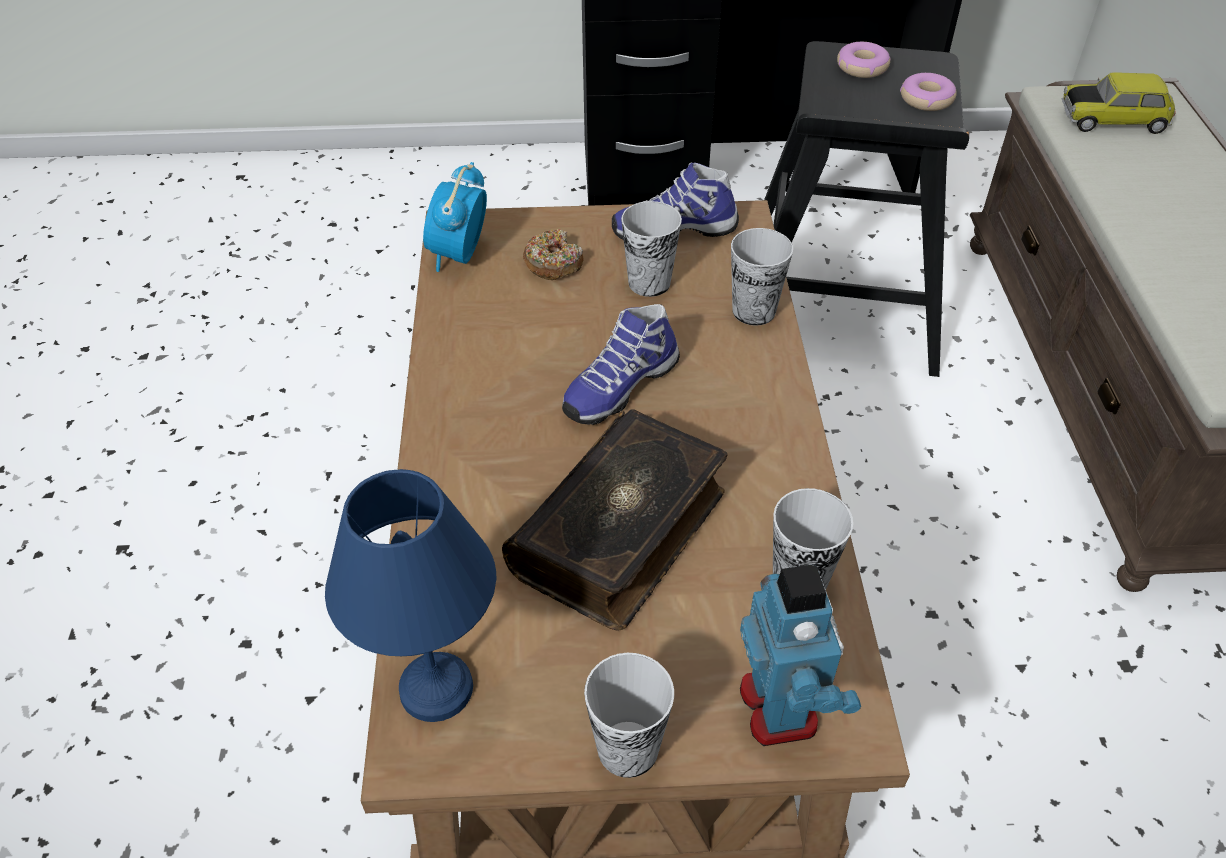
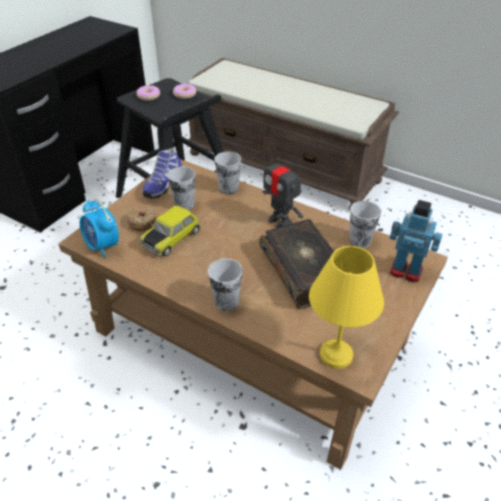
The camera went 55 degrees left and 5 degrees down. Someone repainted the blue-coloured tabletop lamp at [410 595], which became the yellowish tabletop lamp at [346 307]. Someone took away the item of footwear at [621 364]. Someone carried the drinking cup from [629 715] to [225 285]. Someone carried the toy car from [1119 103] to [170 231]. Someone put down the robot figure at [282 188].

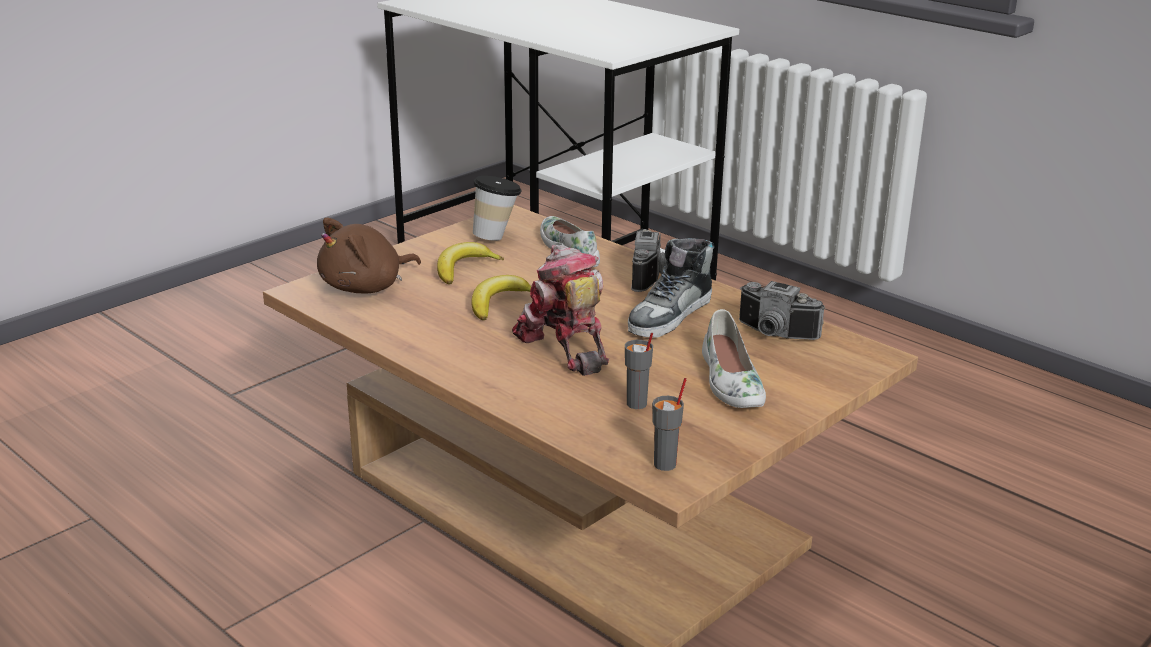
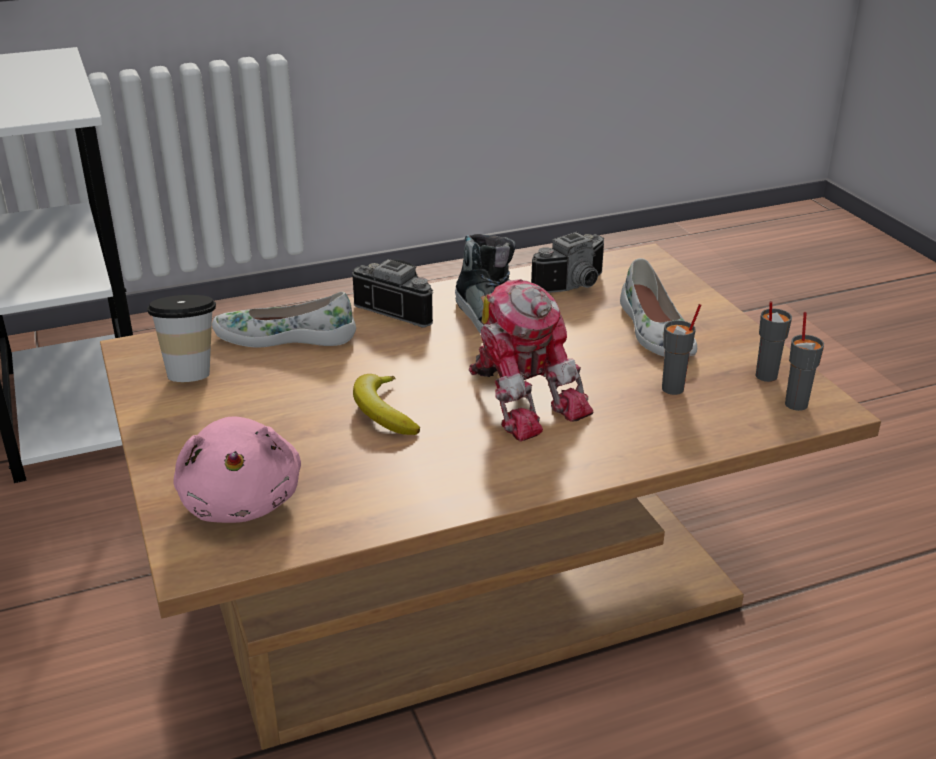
The camera went 65 degrees left and 5 degrees up. Someone repainted the brown cuddly toy at [369 255], which became the pink cuddly toy at [237 469]. Someone took away the banana fruit at [470 263]. Someone rotated the robot figure at [560 310] by 120 degrees counterclockwise. Someone rotated the white item of footwear at [734 358] by 60 degrees clockwise. Someone put down the greyish drinking cup at [774 341].

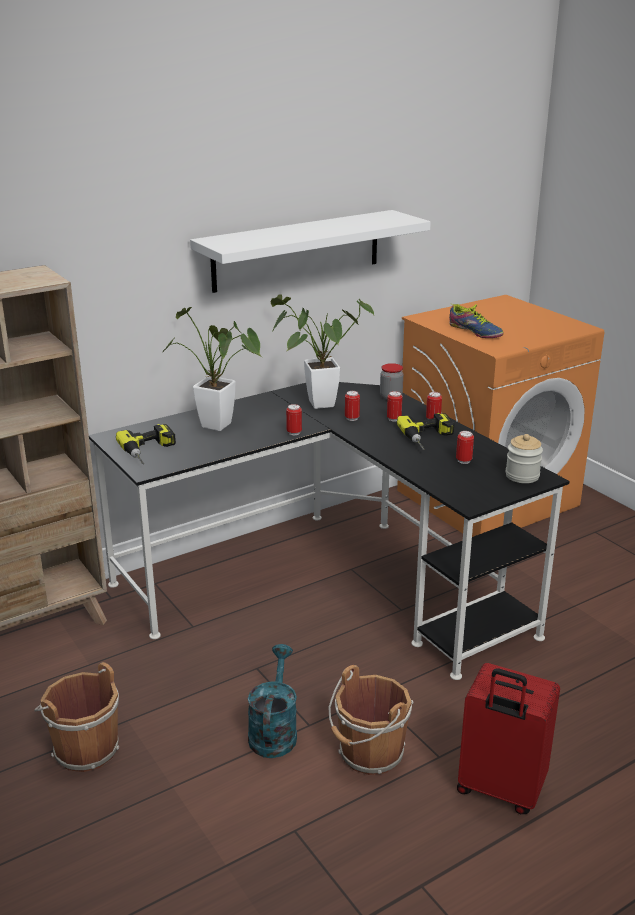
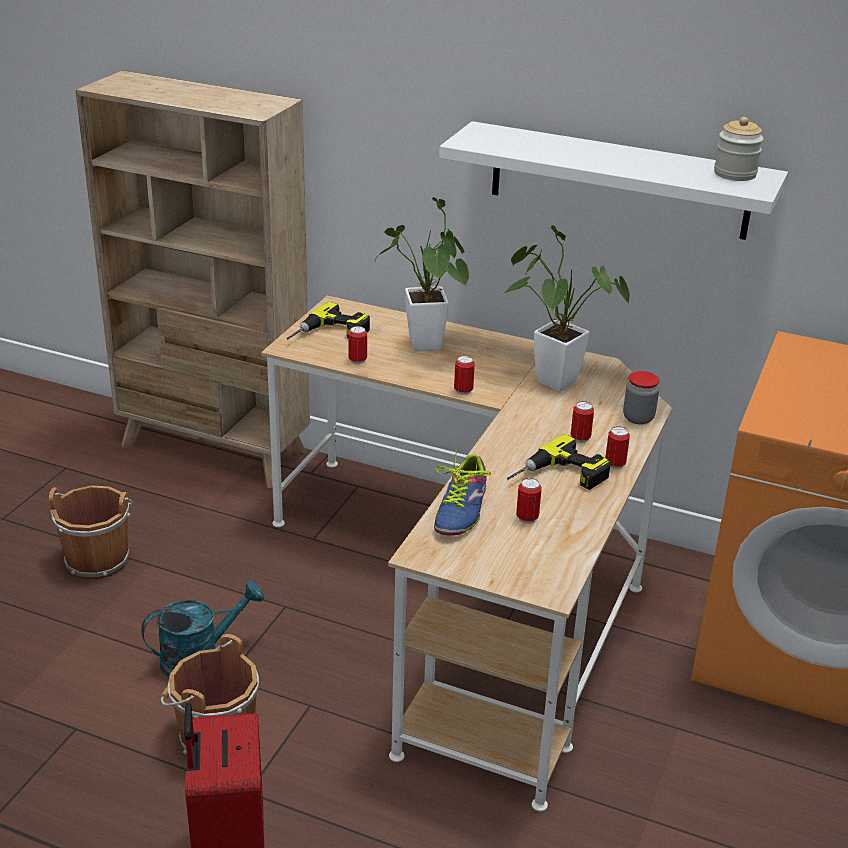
The camera went 55 degrees right and 5 degrees up. Someone repainted the black desk at [329 531], which became the beige desk at [466 554]. Someone carried the can from [352 406] to [357 345]. Someone carried the item of footwear from [476 321] to [462 493]. Someone carried the jar from [524 458] to [739 149].

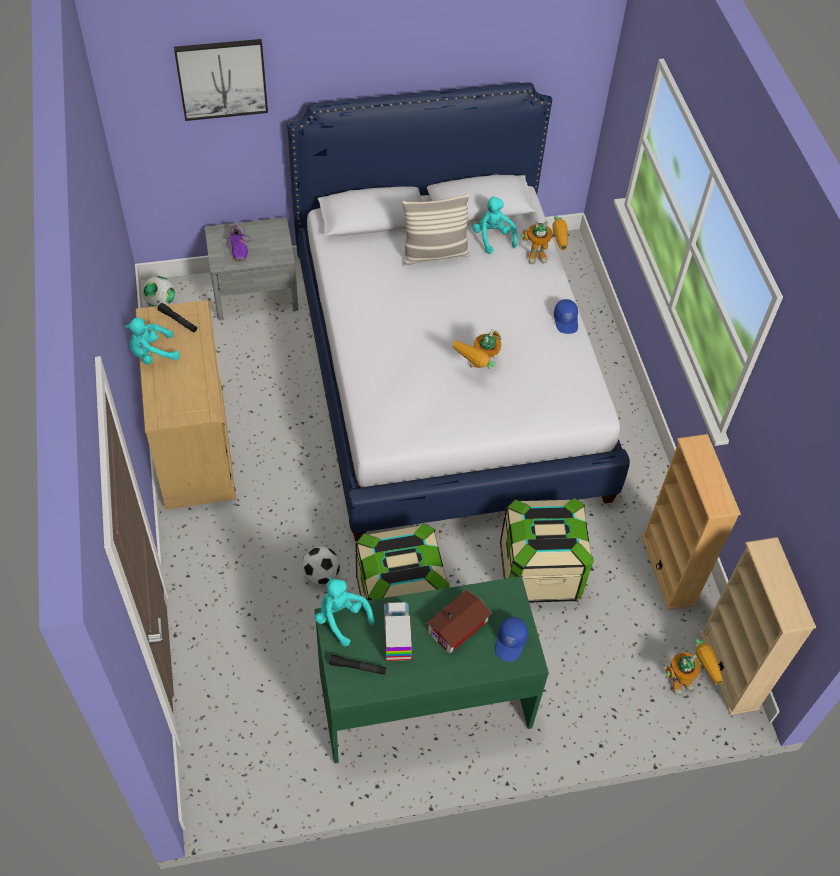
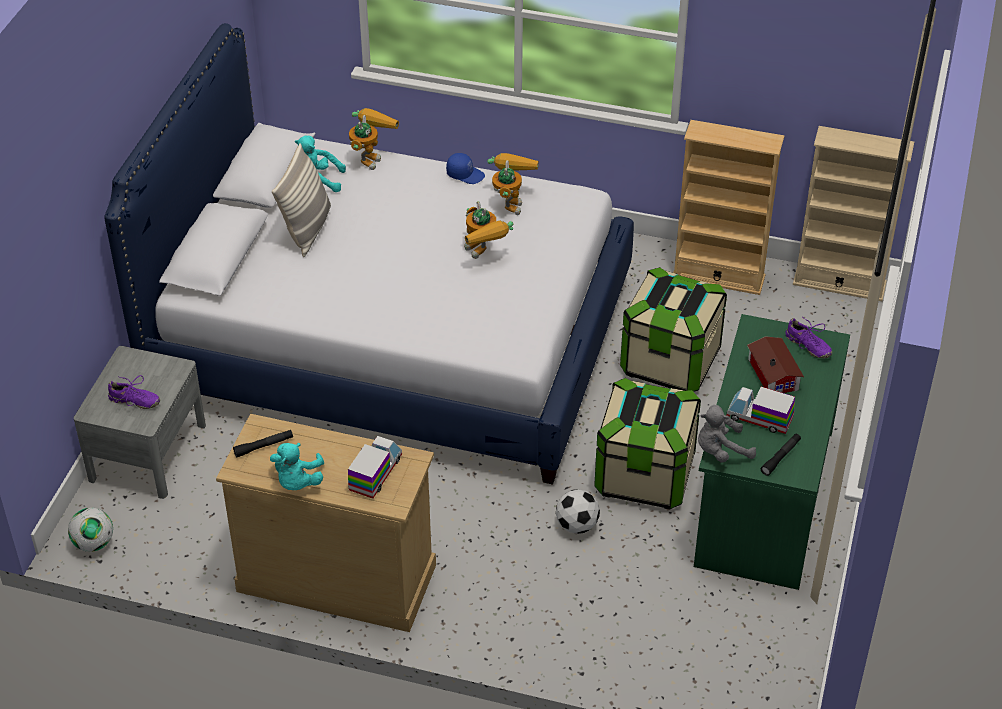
The camera went 60 degrees left and 10 degrees down. Someone took away the picture at [221 80]. Someone repainted the turquoise cuddly toy at [345 611], which became the greyish cuddly toy at [727 434]. Someone swapped the blue-coloured peaked cap at [511 639] for the purple item of footwear at [809 338]. Someone carried the robot figure from [694 667] to [513 184]. Someone put down the toy lorry at [375 467].

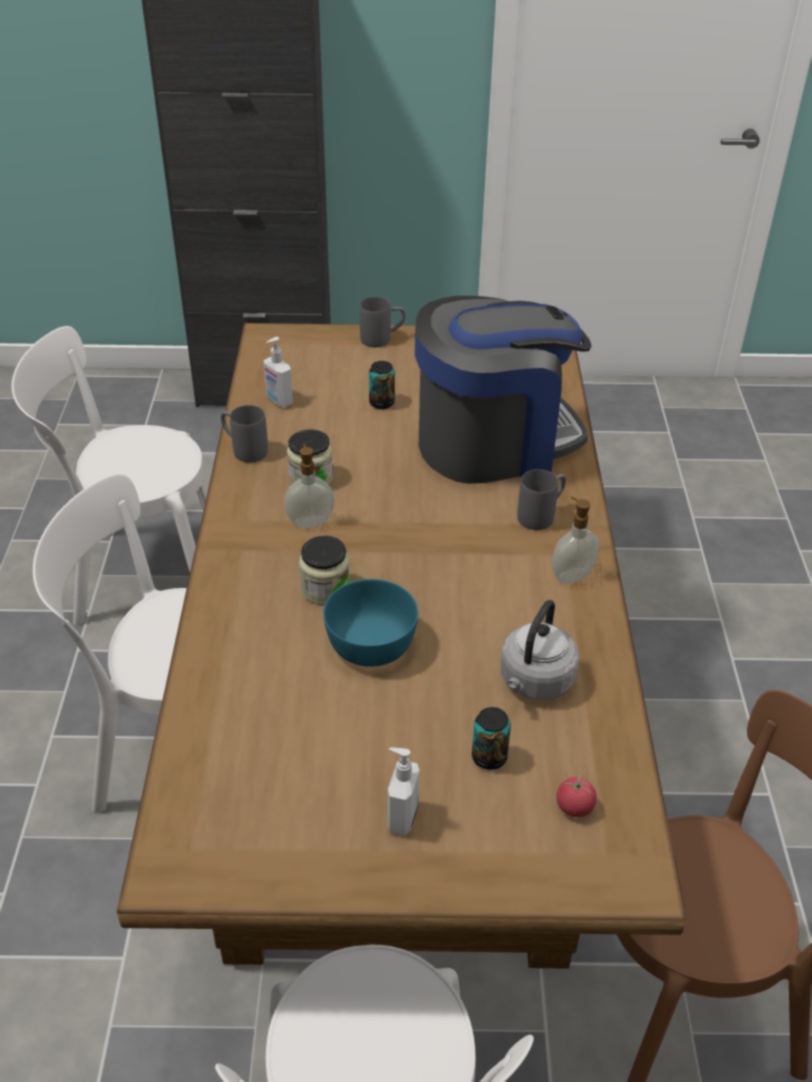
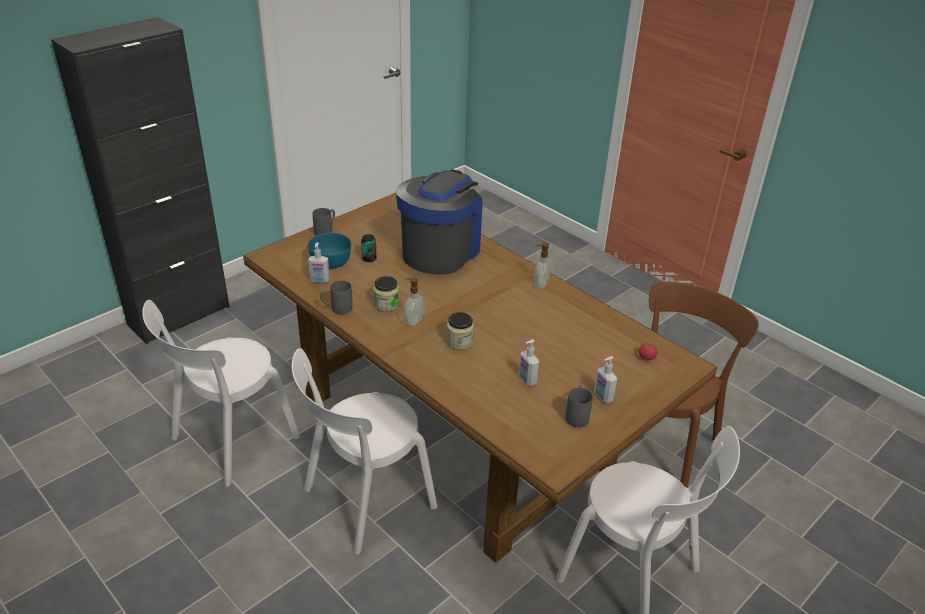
The camera went 45 degrees left and 5 degrees down. Someone carried the turquoise deep dish from [370 623] to [329 251]. Someone took away the can at [491 738]. Someone took away the greyish tea kettle at [539 650]. Someone carried the greyish mug from [541 499] to [579 406]. Someone put down the soap dispenser at [529 363].

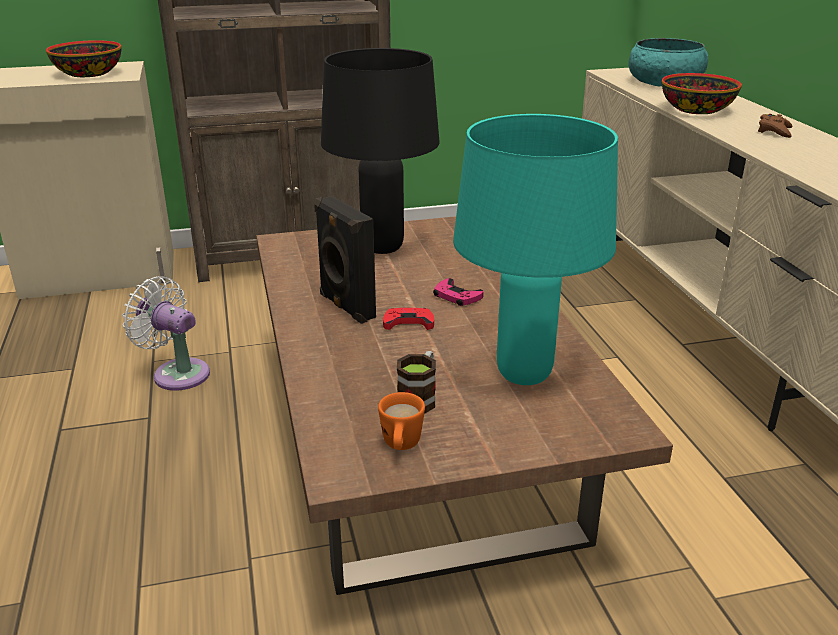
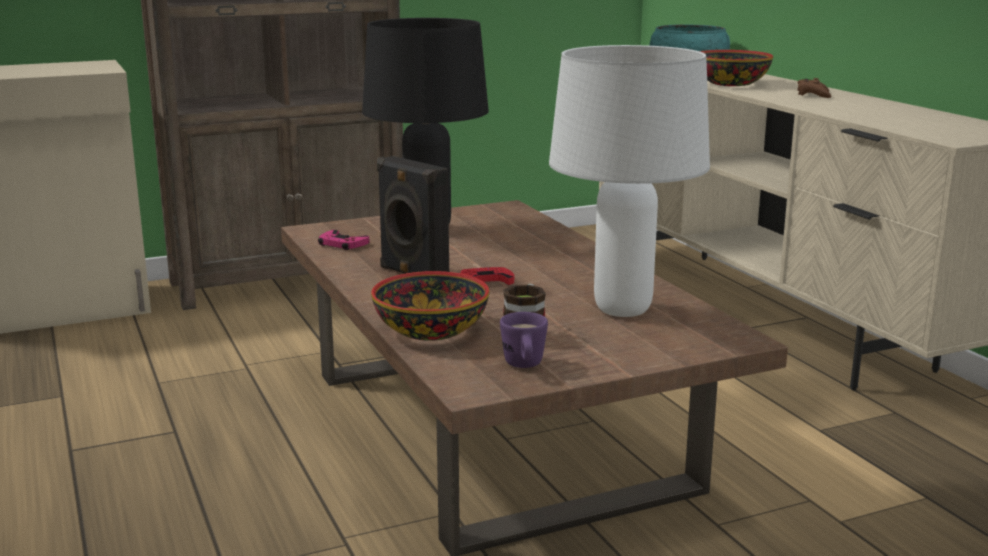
The camera went 10 degrees left and 10 degrees down. Someone carried the deep dish from [84 58] to [430 306]. Someone took away the white electric fan at [166 333]. Someone repainted the orangey mug at [401 421], which became the purple mug at [524 340]. Someone carried the pink joypad from [458 292] to [344 240]. Someone repainted the turquoise tabletop lamp at [535 249], which became the white tabletop lamp at [629 181].

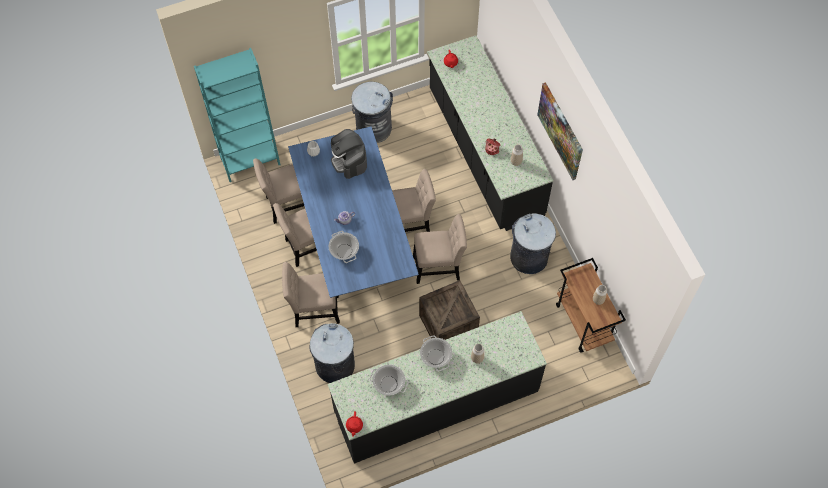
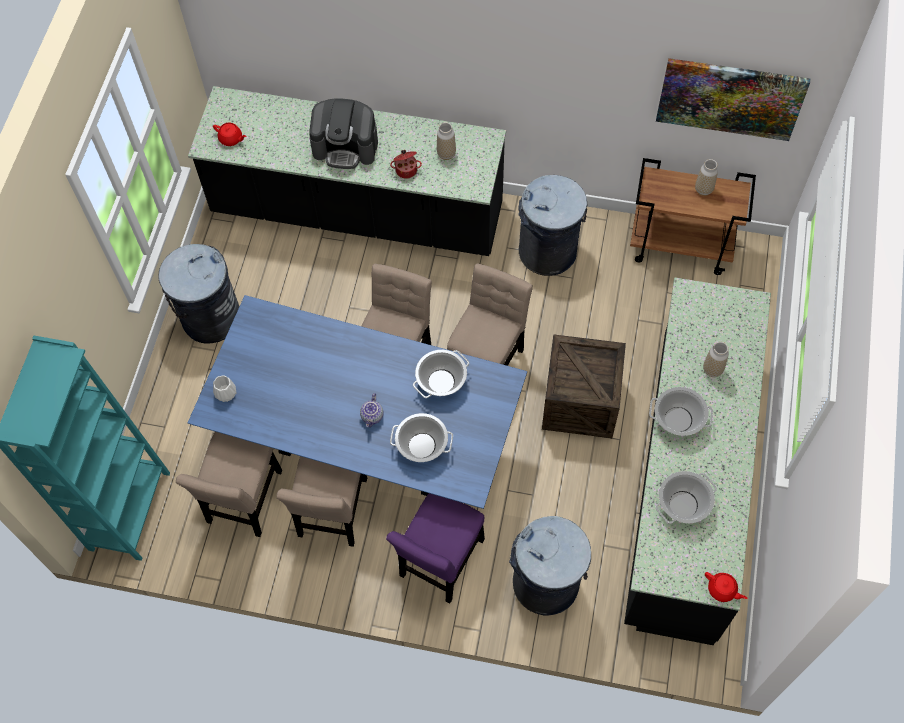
The camera went 55 degrees left and 0 degrees up. Someone repainted the beige plain chair at [311 294], which became the purple plain chair at [435 548]. Someone carried the coffee brewer from [349 154] to [343 133]. Someone carried the picture from [560 131] to [733 99]. Someone put down the saucepot at [441 374].

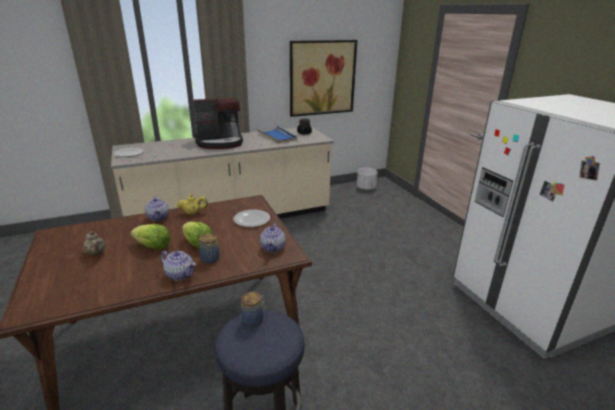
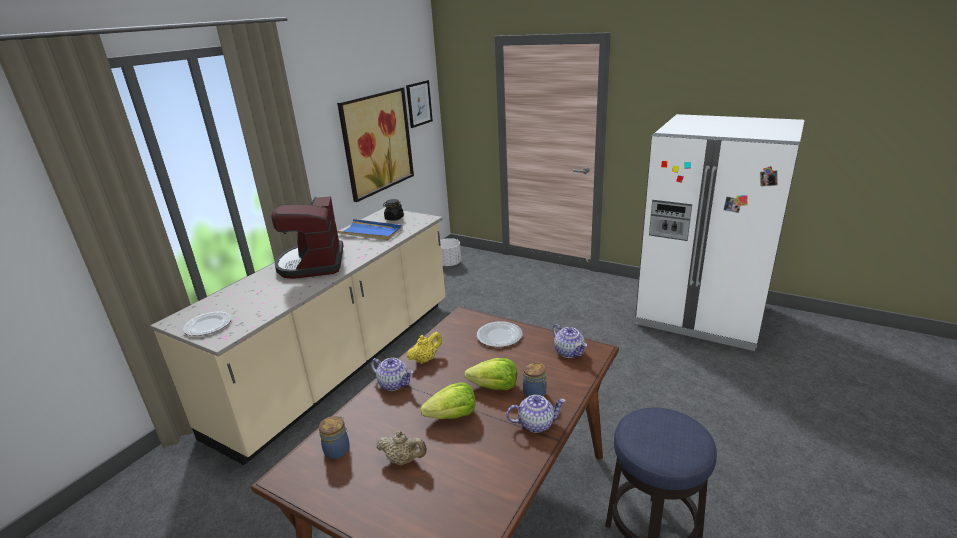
The camera went 35 degrees left and 0 degrees up. Someone rotated the coffee brewer at [218 123] by 135 degrees clockwise. Someone carried the jar from [253 309] to [334 437]. Someone put up the picture at [419 104].

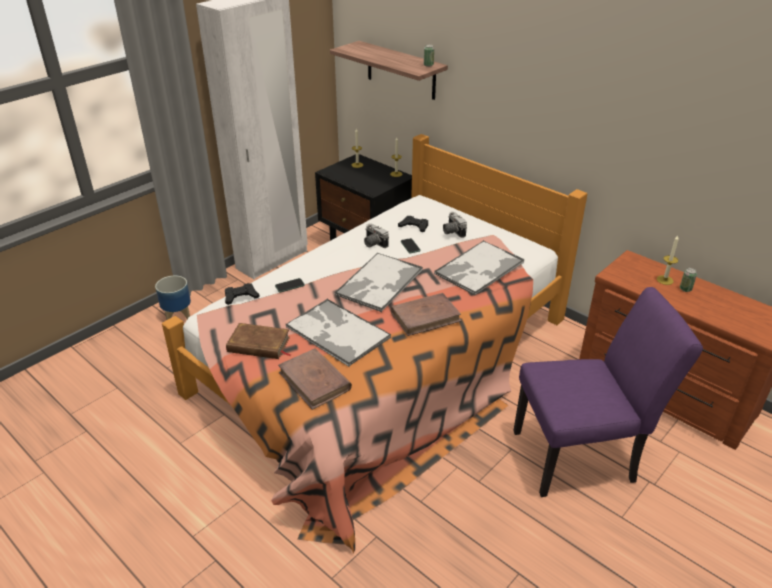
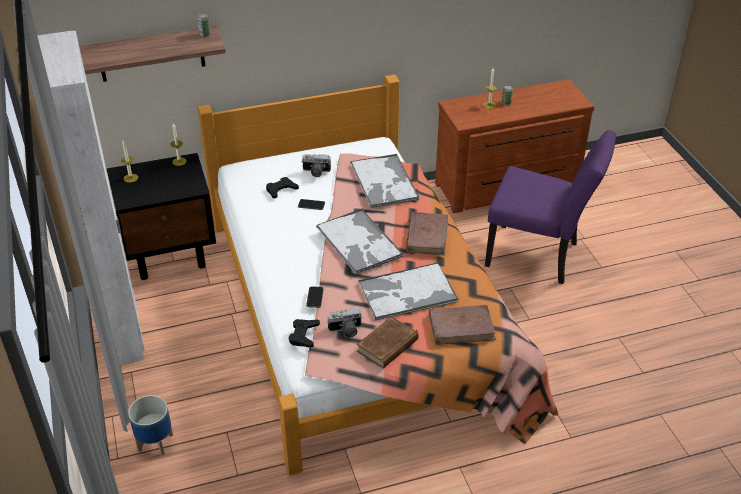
The camera went 60 degrees left and 5 degrees up. Someone carried the photo camera from [376 235] to [345 322]. Someone rotated the purple plain chair at [608 392] by 90 degrees clockwise.

